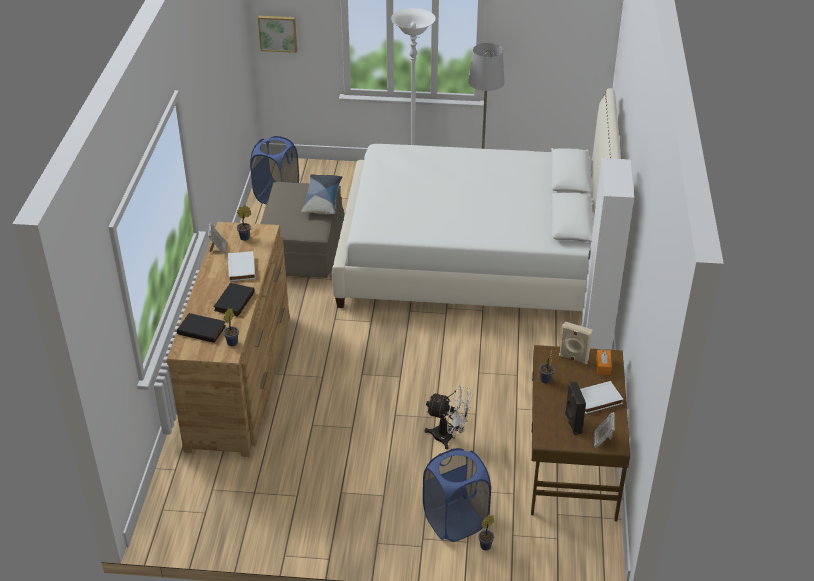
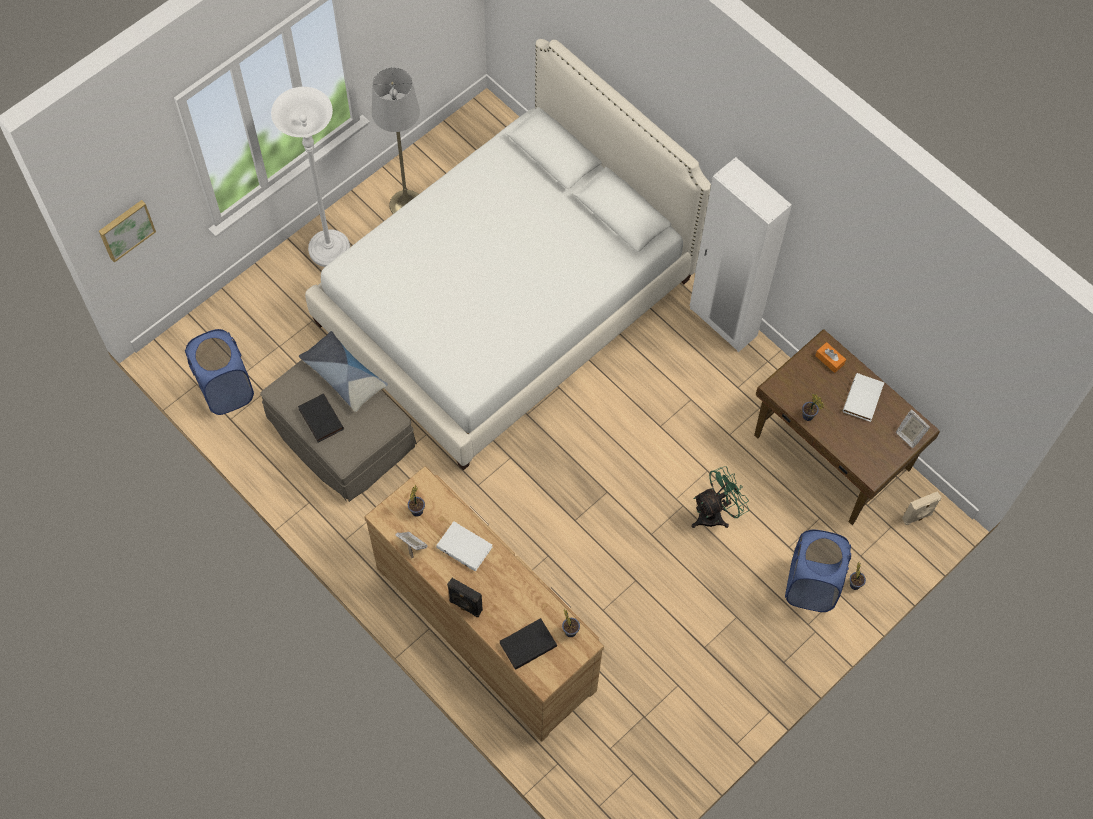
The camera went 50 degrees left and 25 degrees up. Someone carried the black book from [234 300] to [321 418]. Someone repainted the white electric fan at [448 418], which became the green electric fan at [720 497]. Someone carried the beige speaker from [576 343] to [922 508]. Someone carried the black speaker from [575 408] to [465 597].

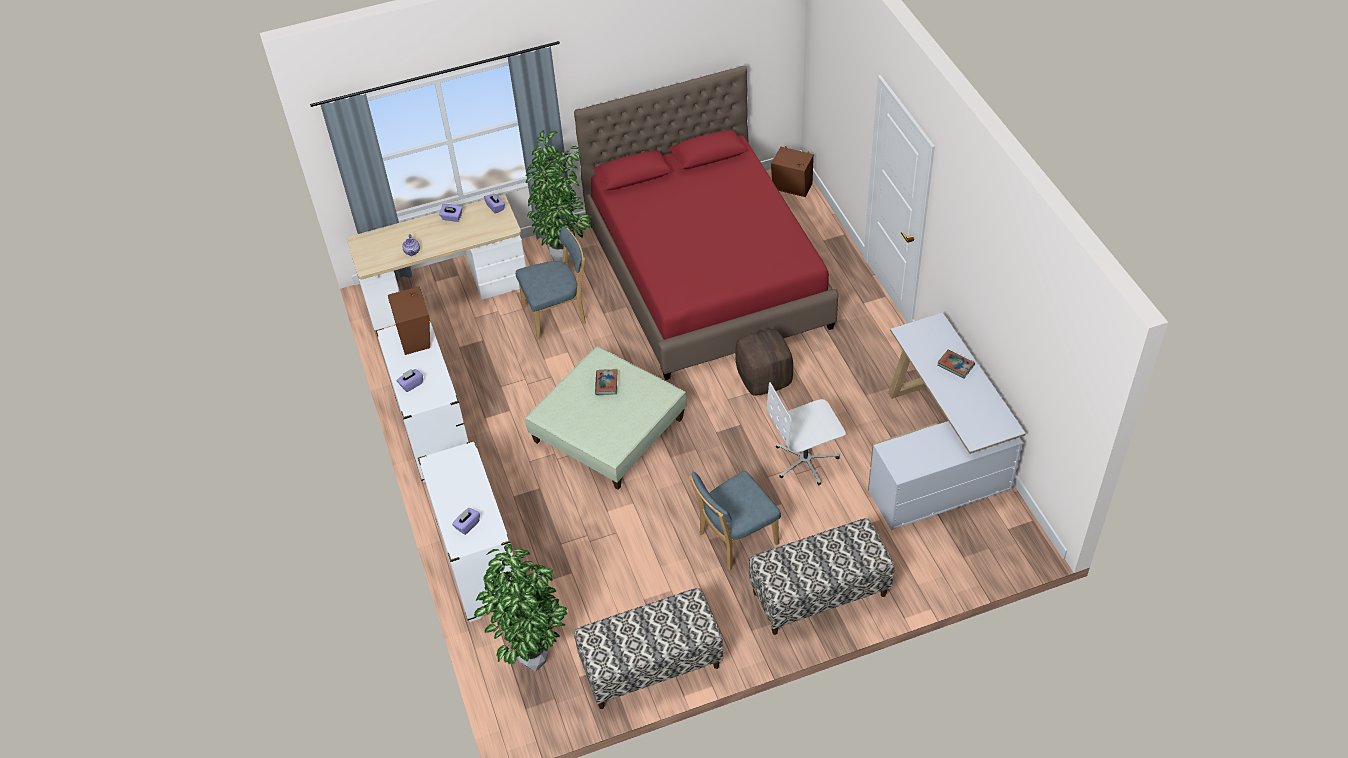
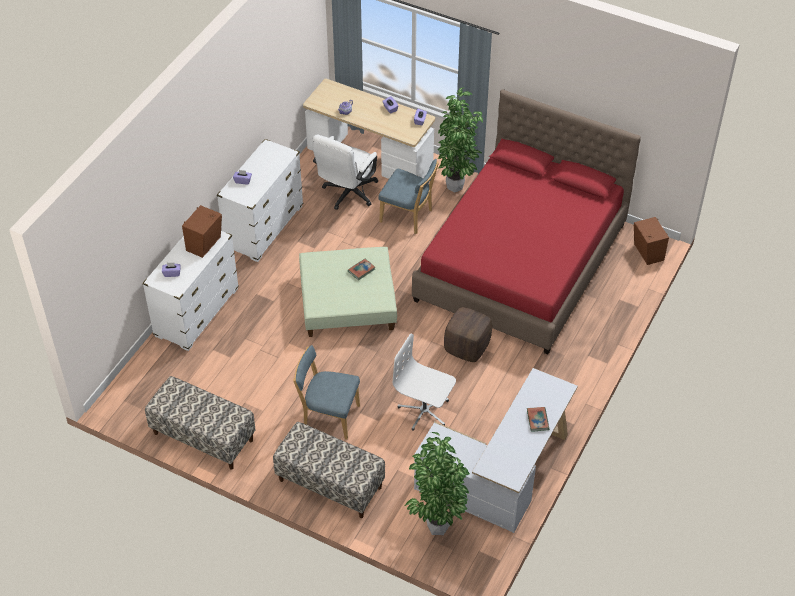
The camera went 45 degrees right and 0 degrees up. Someone carried the brown speaker from [409 320] to [202 231]. Someone carried the potted plant from [520 608] to [437 483]. Someone put down the white desk chair at [345 172].

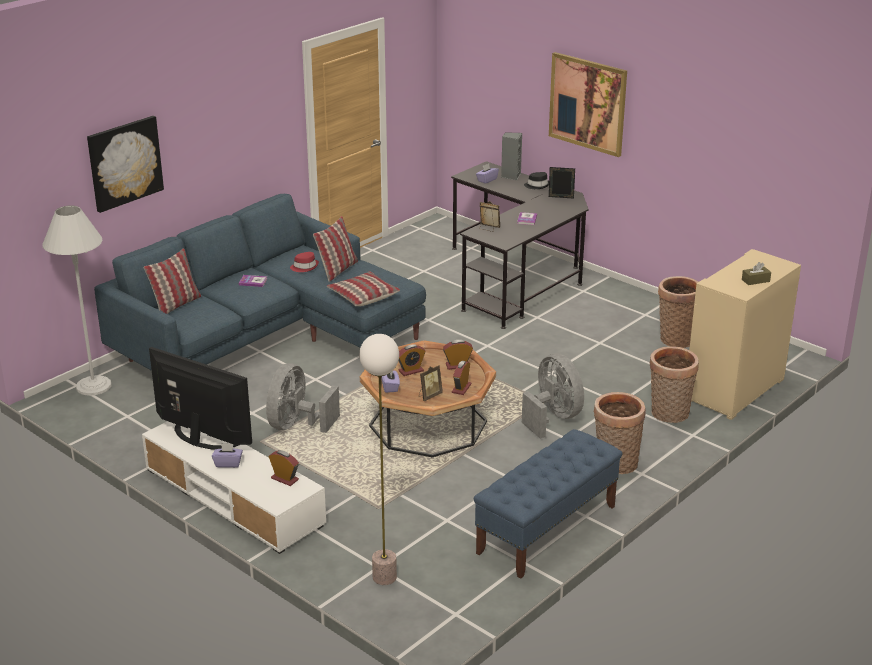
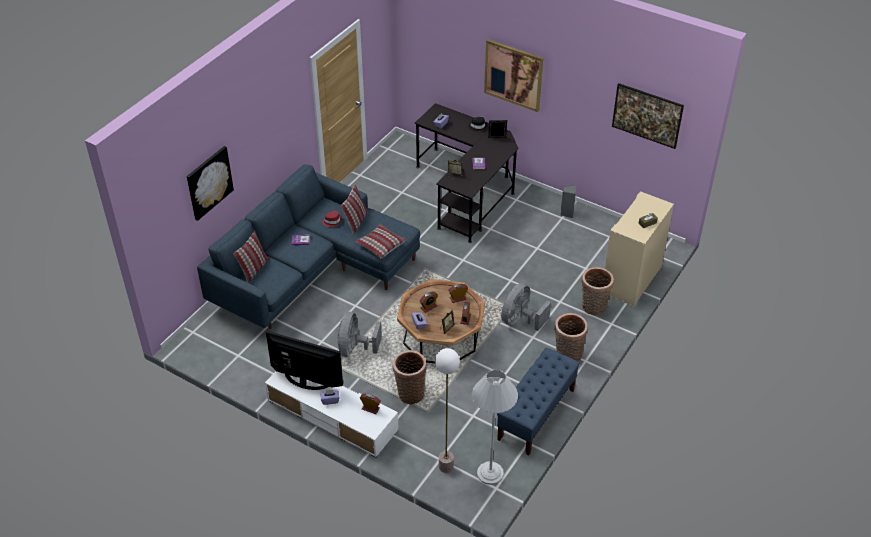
The camera went 10 degrees left and 15 degrees up. Someone carried the white standard lamp from [77 300] to [495 427]. Someone carried the greyish speaker from [511 156] to [568 202]. Someone rotated the greyish electric fan at [553 396] by 105 degrees counterclockwise. Someone carried the storage basket from [678 312] to [409 377]. Someone put up the picture at [648 116].

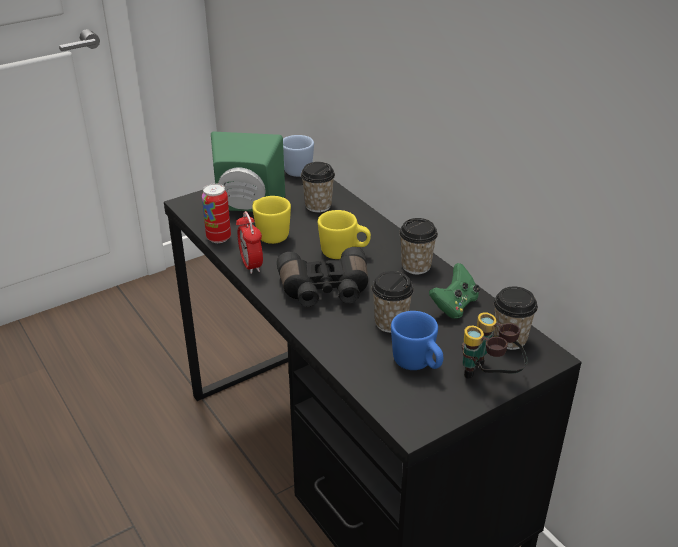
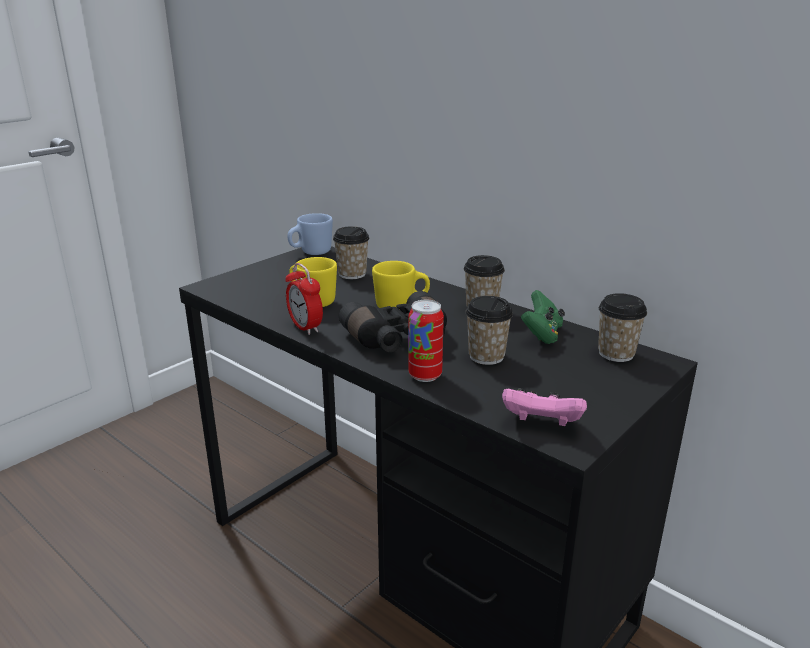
The camera went 15 degrees left and 10 degrees down. Someone carried the can from [216 213] to [426 341]. Someone took away the green speaker at [248 172]. Someone took away the blue-coloured mug at [417 340]. Someone took away the pair of binoculars at [495 345]. Someone put down the pink joypad at [544 407].

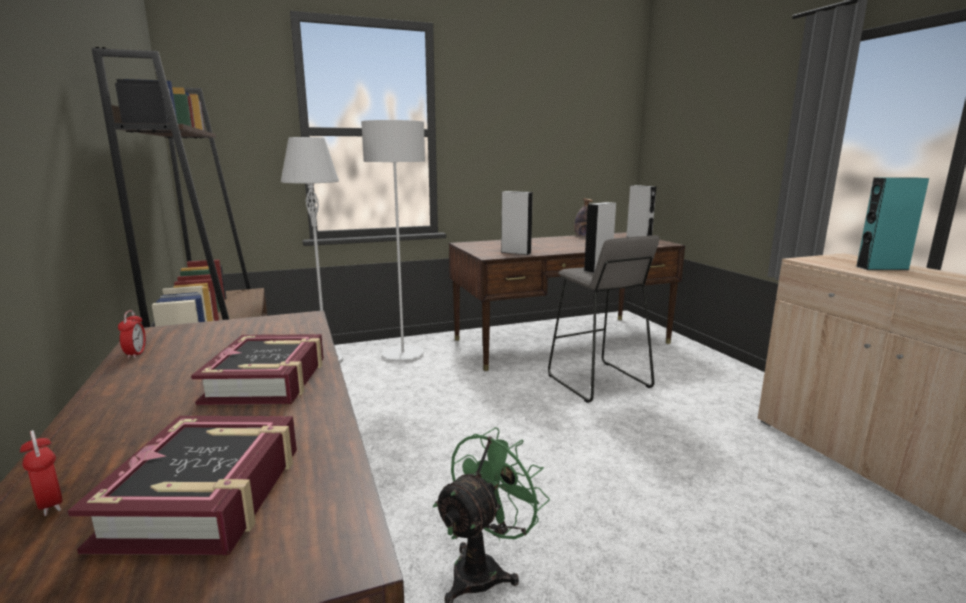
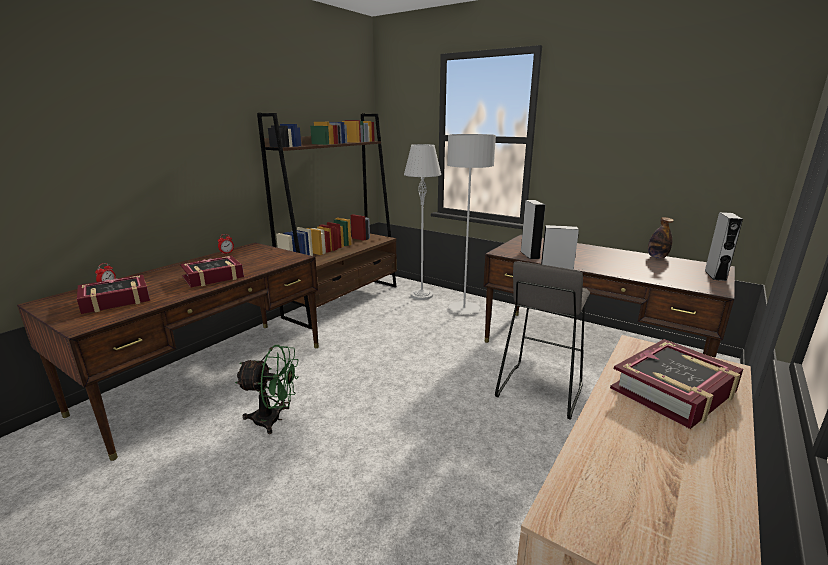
The camera went 55 degrees right and 5 degrees up. Someone swapped the turquoise speaker at [892 224] for the book at [676 384].

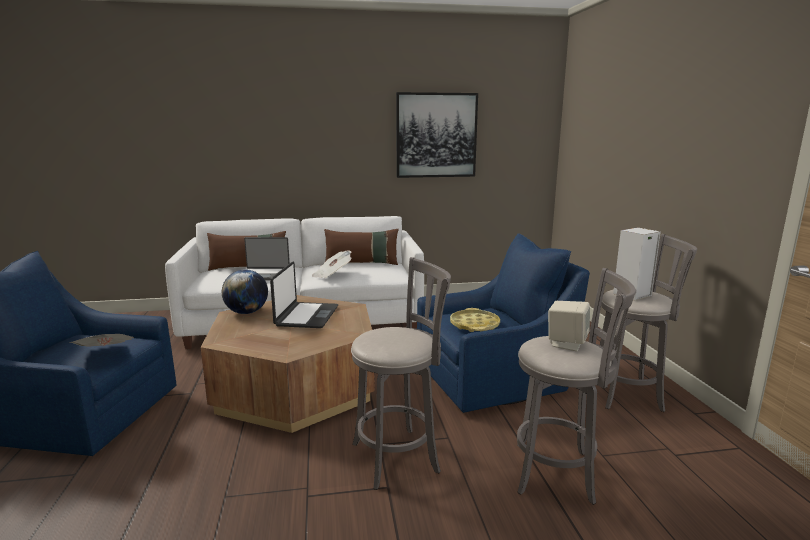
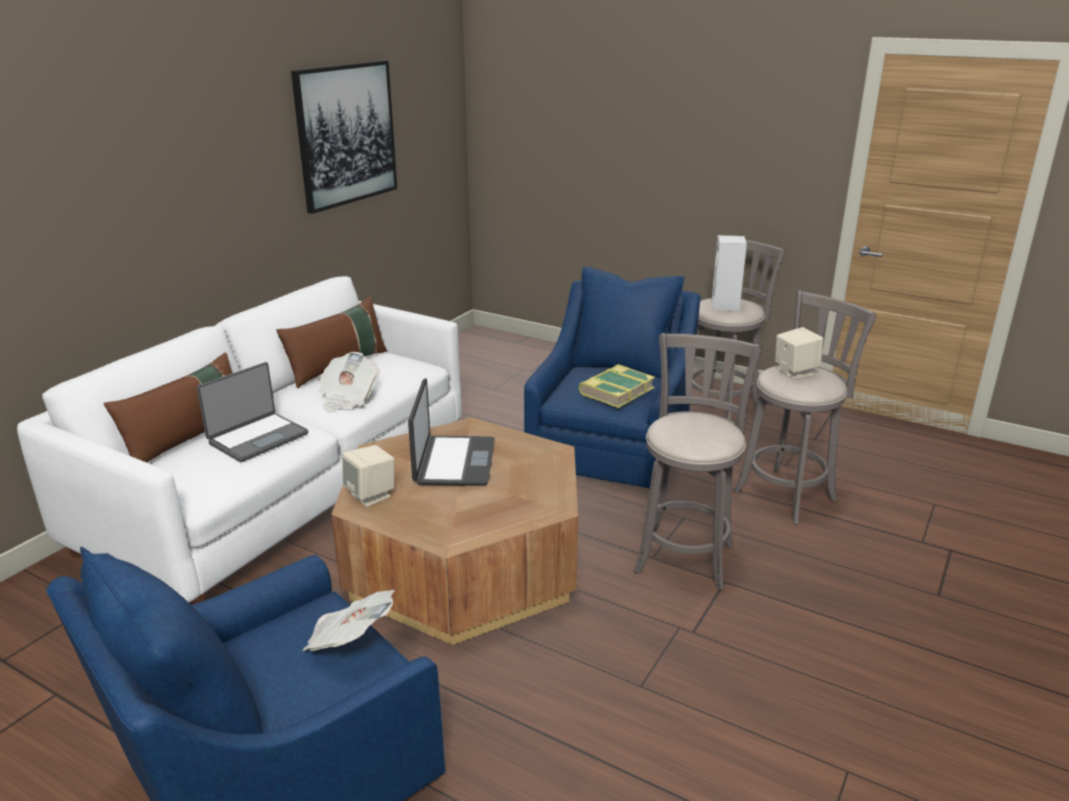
The camera went 50 degrees left and 10 degrees up. Someone swapped the globe at [245 291] for the beige speaker at [368 476]. Someone rotated the portable computer at [304 294] by 45 degrees clockwise. Someone swapped the yellowish carrying tray at [475 320] for the book at [617 386].

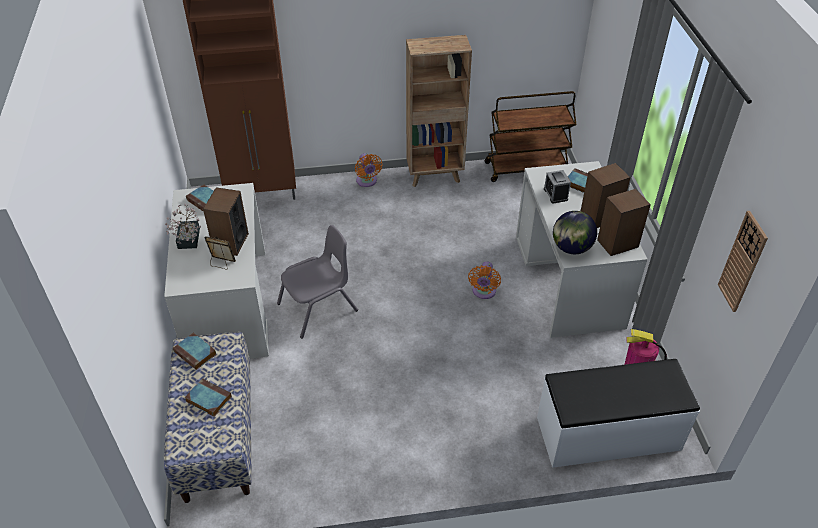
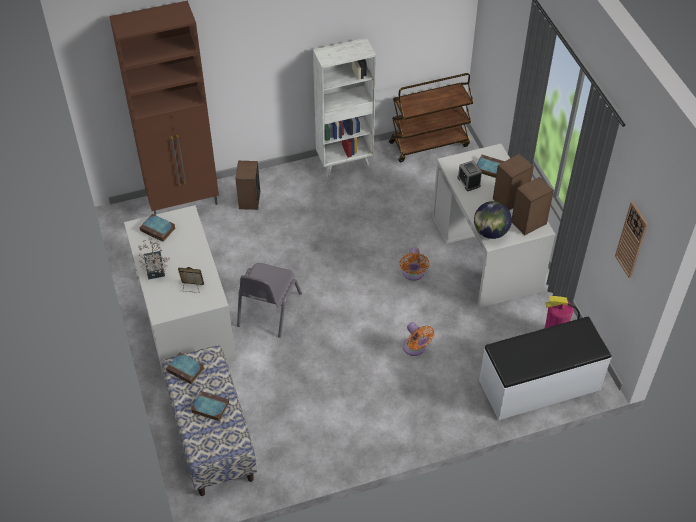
The camera went 10 degrees left and 5 degrees up. Someone carried the speaker from [226 221] to [248 185]. Someone rotated the greyish plain chair at [317 282] by 150 degrees clockwise. Someone carried the orangey electric fan from [368 170] to [419 339]. Someone repainted the brown bookshelf at [439 111], which became the white bookshelf at [344 107].

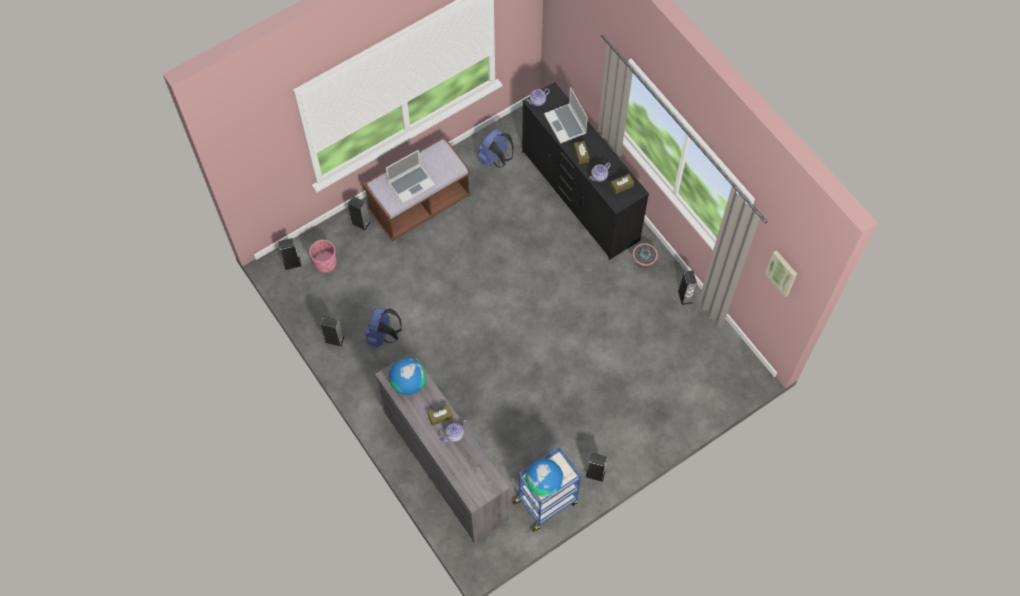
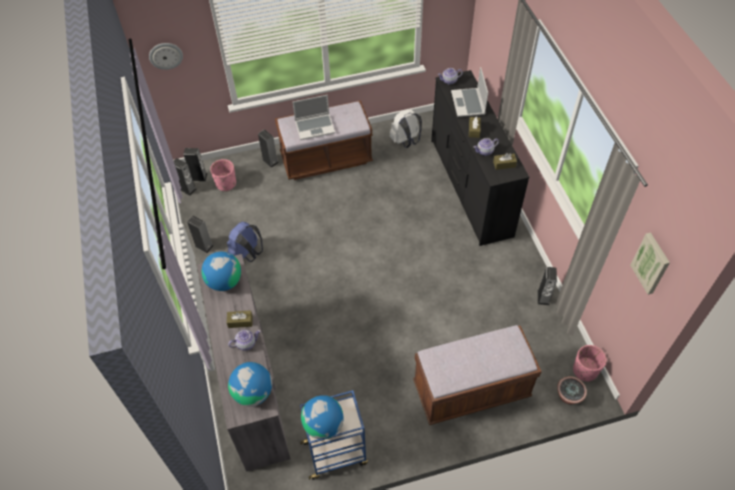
The camera went 20 degrees right and 10 degrees down. Someone repainted the blue-coloured rucksack at [496 148], which became the white rucksack at [406 128]. Someone carried the speaker from [596 467] to [185 177]. Someone carried the potted plant from [645 255] to [572 390]. Someone put up the clock on the wall at [166 56]. Someone put down the globe at [250 384]. Someone put down the brown indoor bench at [477 375]. Someone put down the pink planter at [589 363].

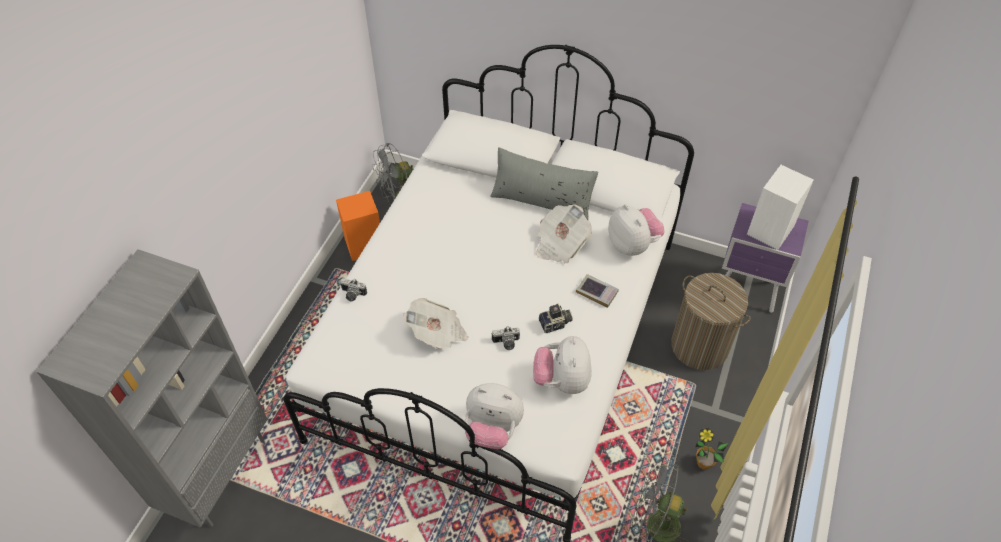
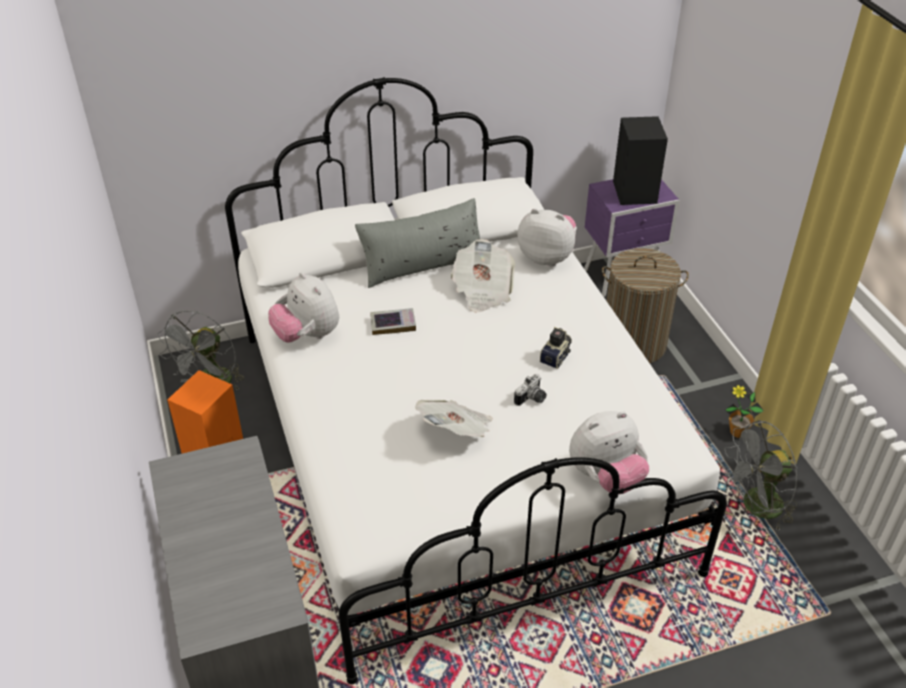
The camera went 40 degrees left and 10 degrees down. Someone took away the photo camera at [353 289]. Someone carried the cuddly toy from [562 365] to [303 307]. Someone carried the book from [597 291] to [393 321]. Someone repainted the white speaker at [780 207], which became the black speaker at [640 160].

